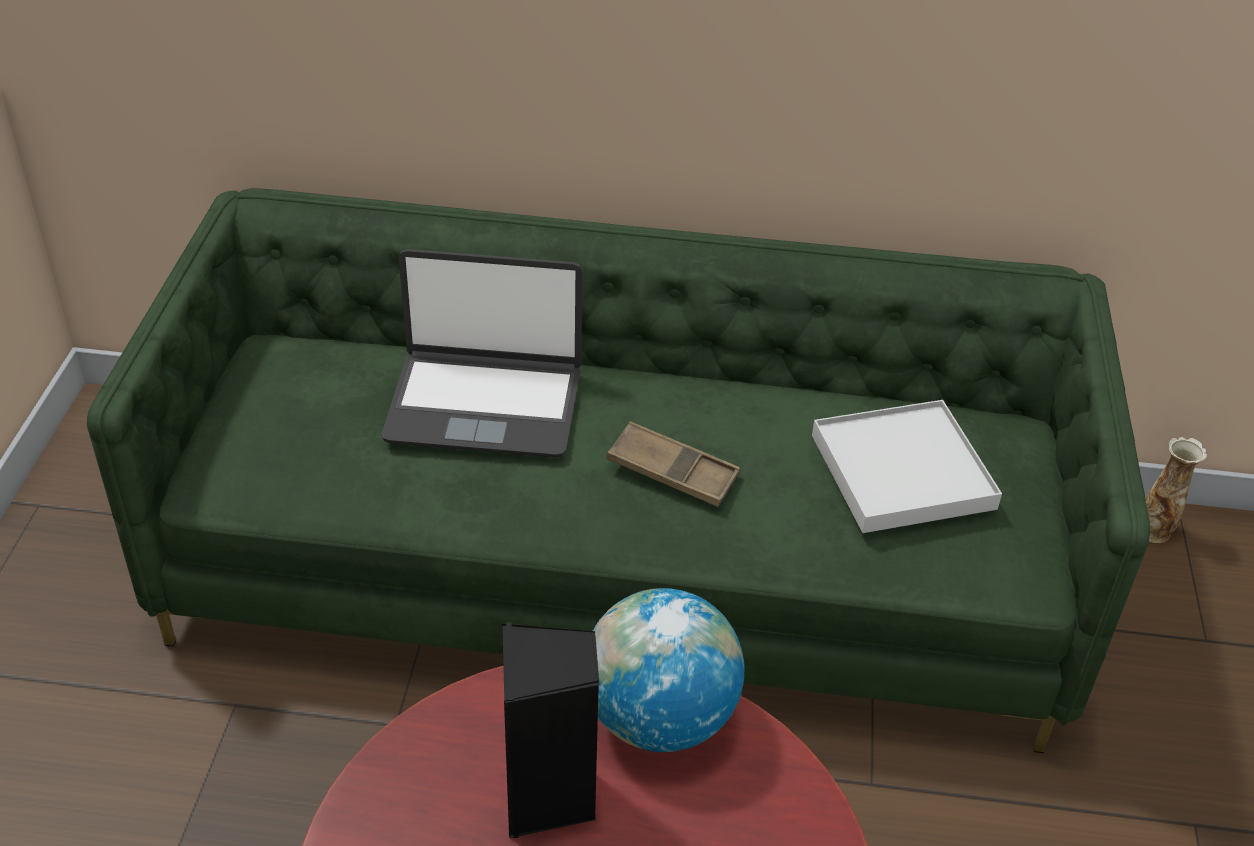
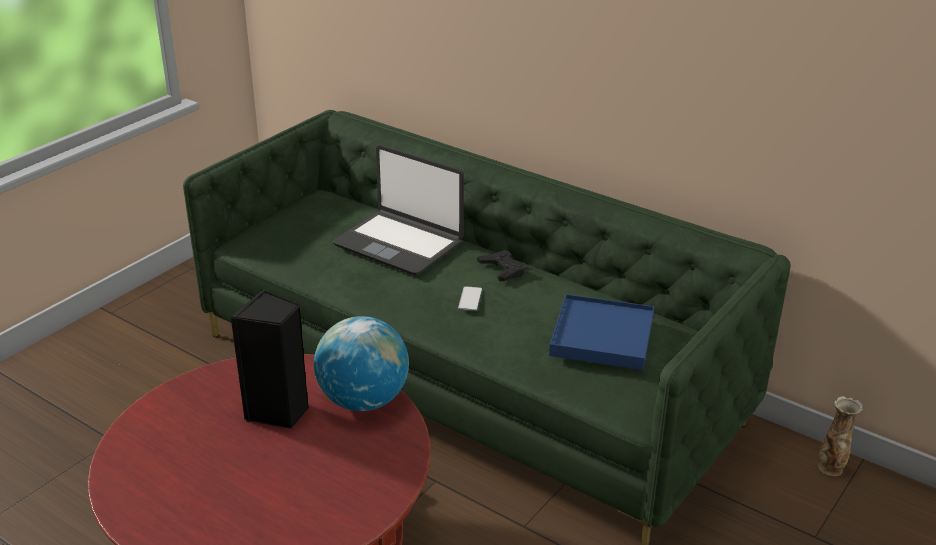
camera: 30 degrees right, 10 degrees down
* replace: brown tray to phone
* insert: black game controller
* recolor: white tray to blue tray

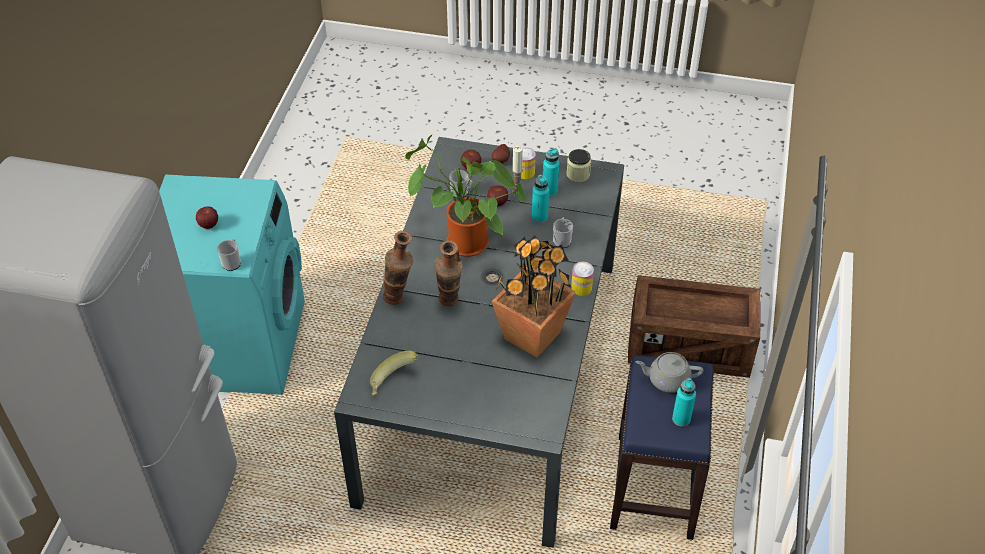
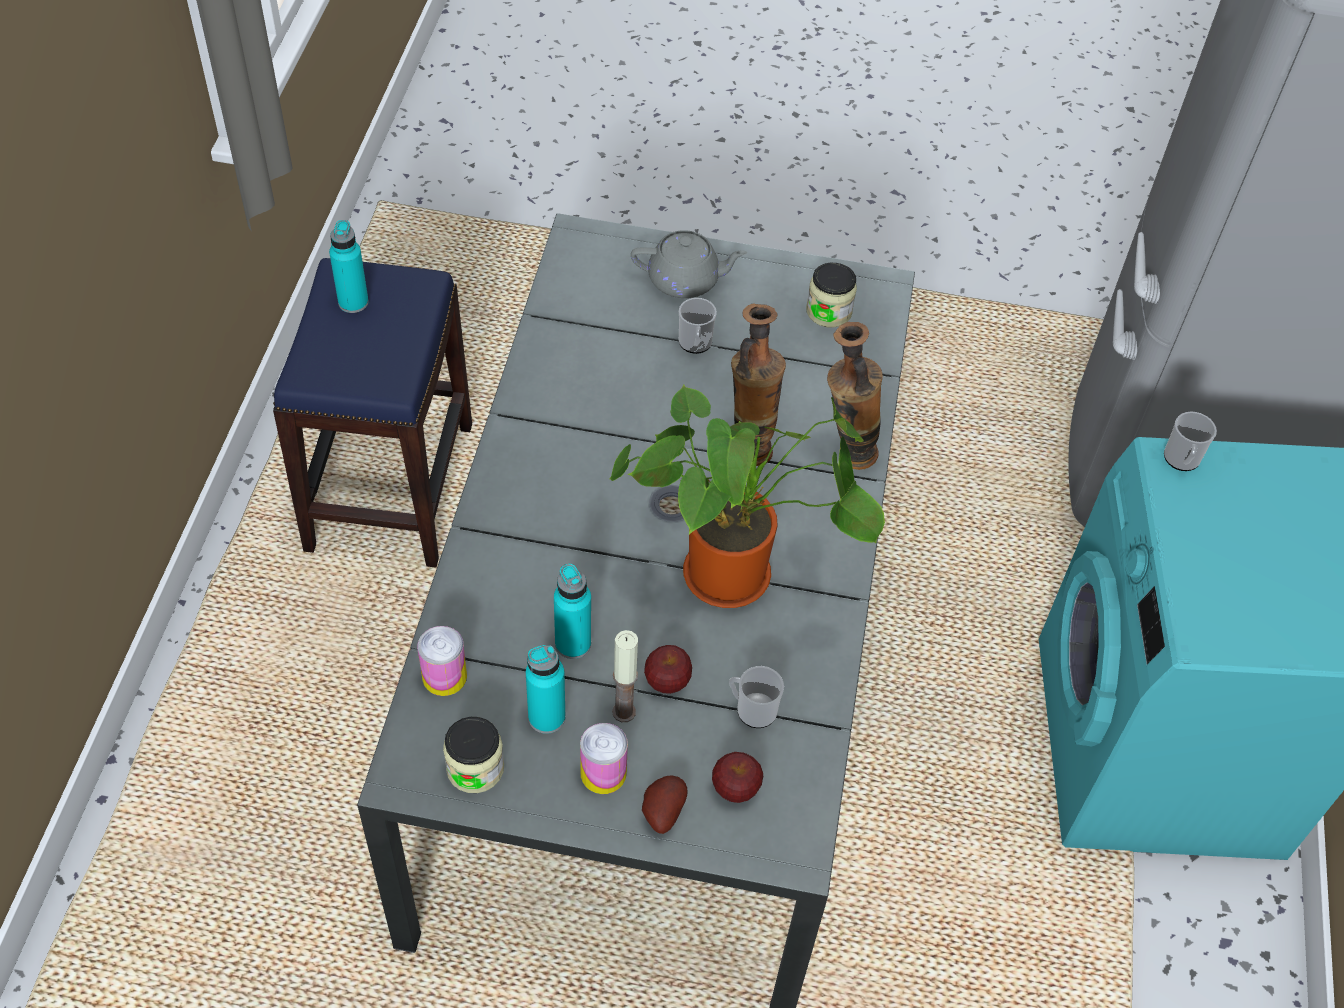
camera: 175 degrees right, 5 degrees up
* move: can (2nd from left in the first image) to can (1st from left)
* move: grey teapot
* move: mug (3rd from left in the first image) to mug (1st from left)
* replace: banana to jar (2nd from left)
* delete: apple (1st from left)
* delete: potted plant (2nd from left)
* delete: crate

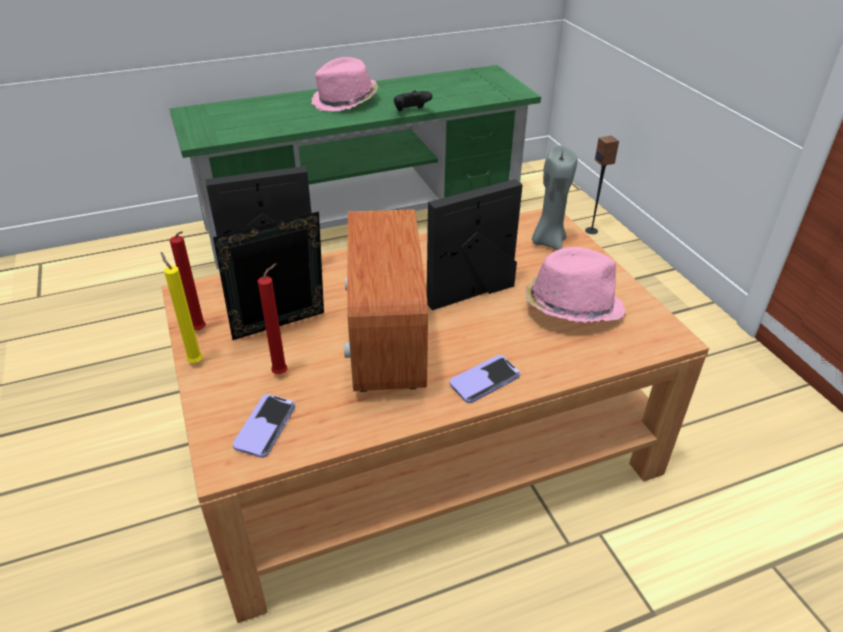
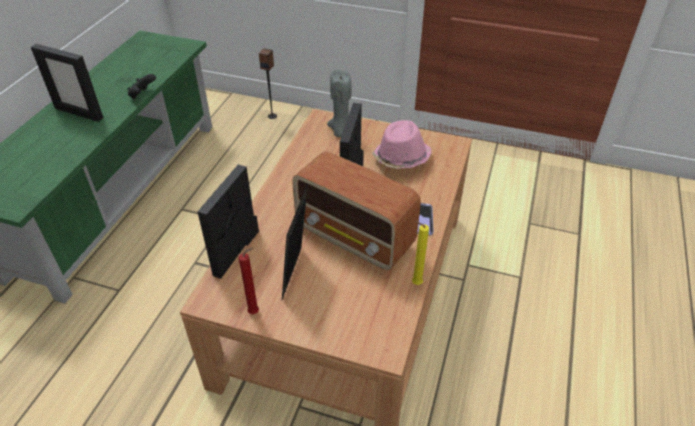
camera: 50 degrees left, 5 degrees up
* replace: pink hat (1st from left) to picture frame (1st from left)
* move: yellow candle
* delete: phone (1st from left)
* delete: red candle (2nd from left)

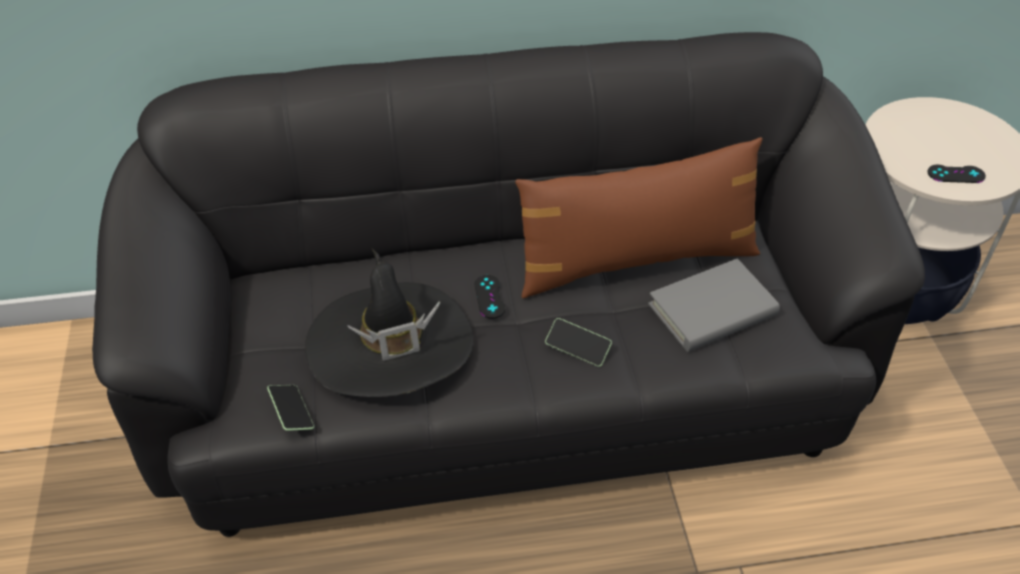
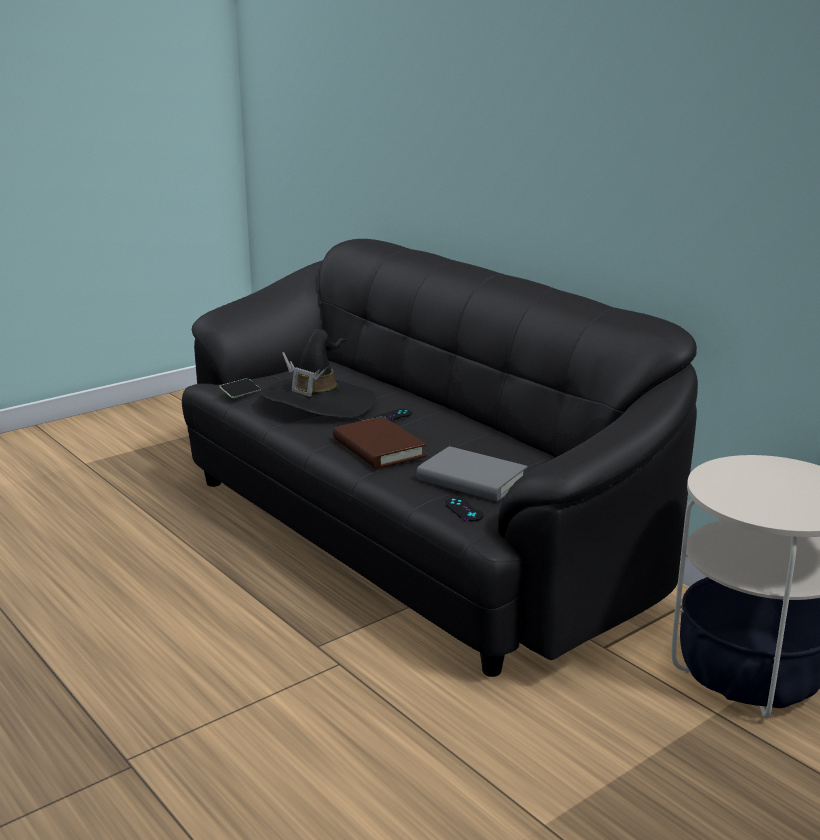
camera: 60 degrees right, 25 degrees down
* replace: phone (2nd from left) to brown book
* move: black game controller (2nd from left)
* delete: brown pillow

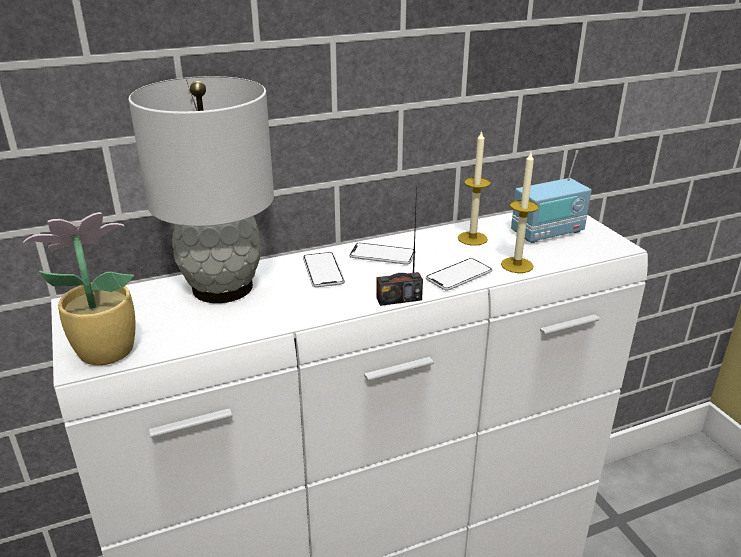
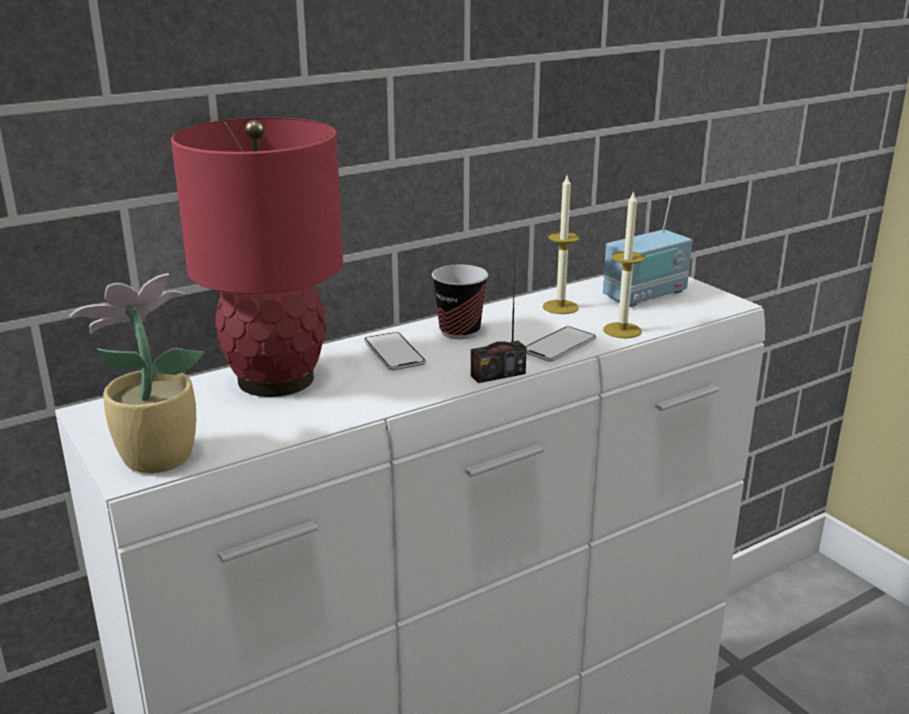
camera: 10 degrees left, 5 degrees down
* recolor: white table lamp to red table lamp
* replace: phone (2nd from left) to cup

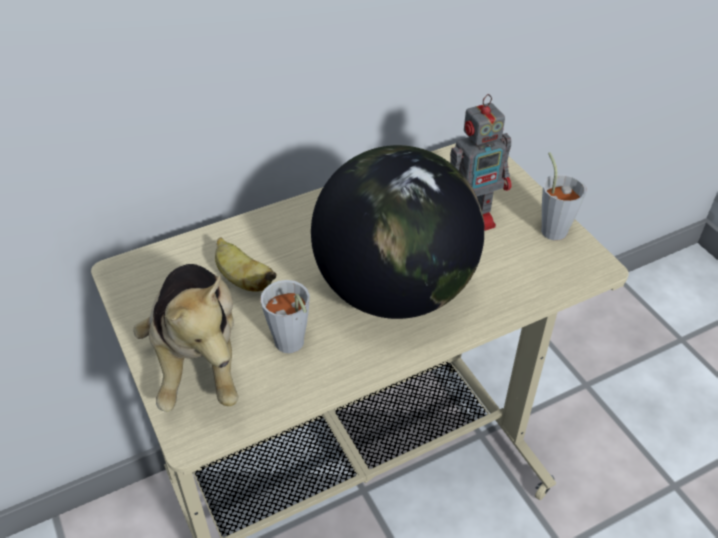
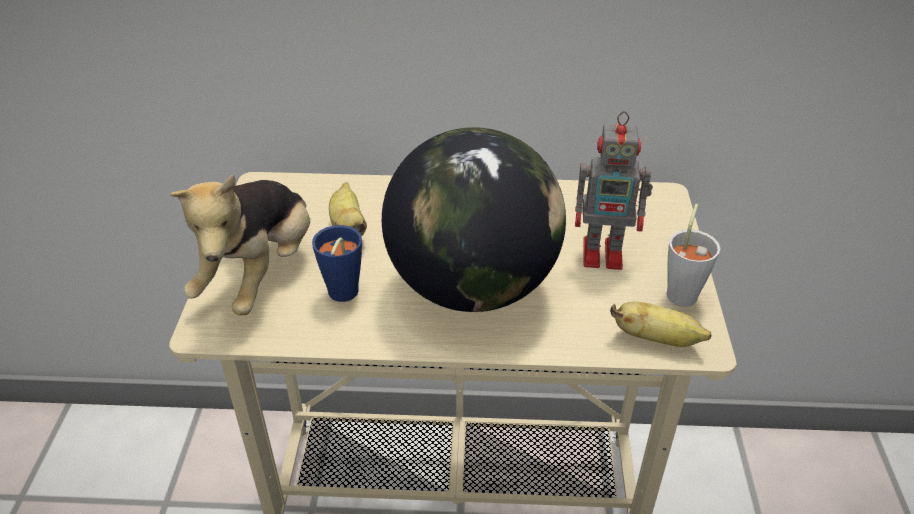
camera: 30 degrees right, 5 degrees down
* recolor: grey cup (1st from left) to blue cup
* insert: banana (2nd from left)

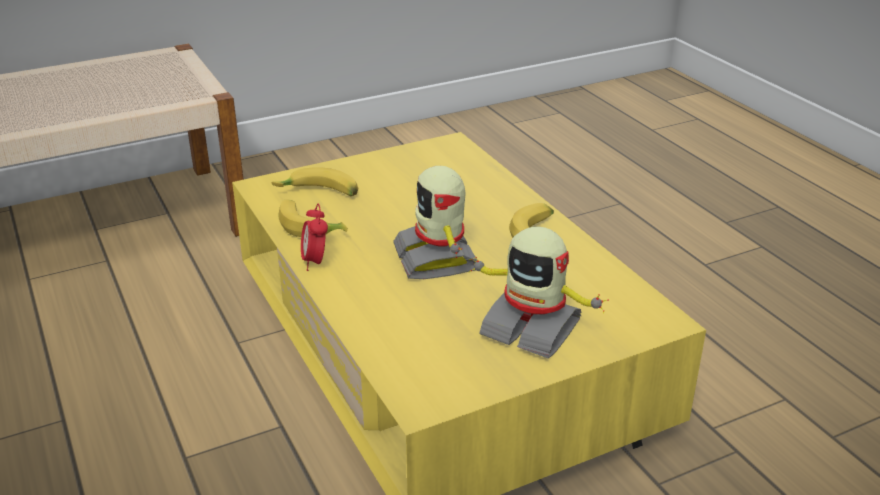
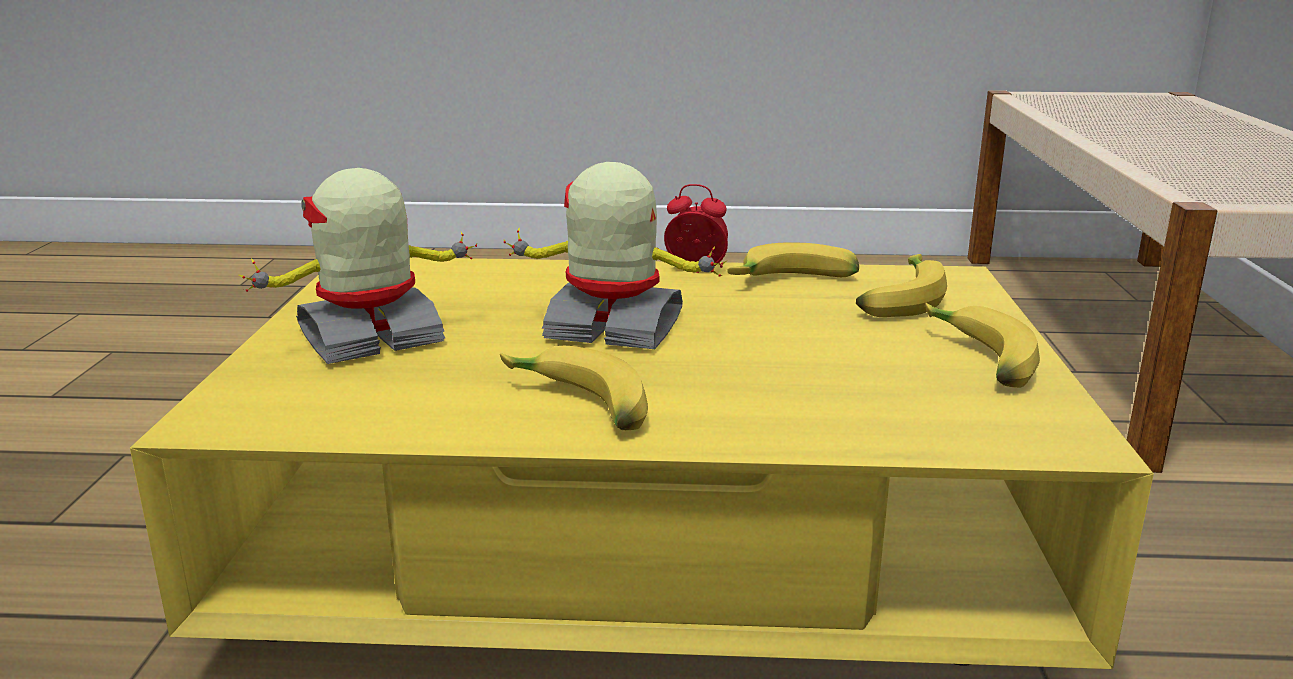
camera: 120 degrees right, 10 degrees down
* insert: banana (4th from left)

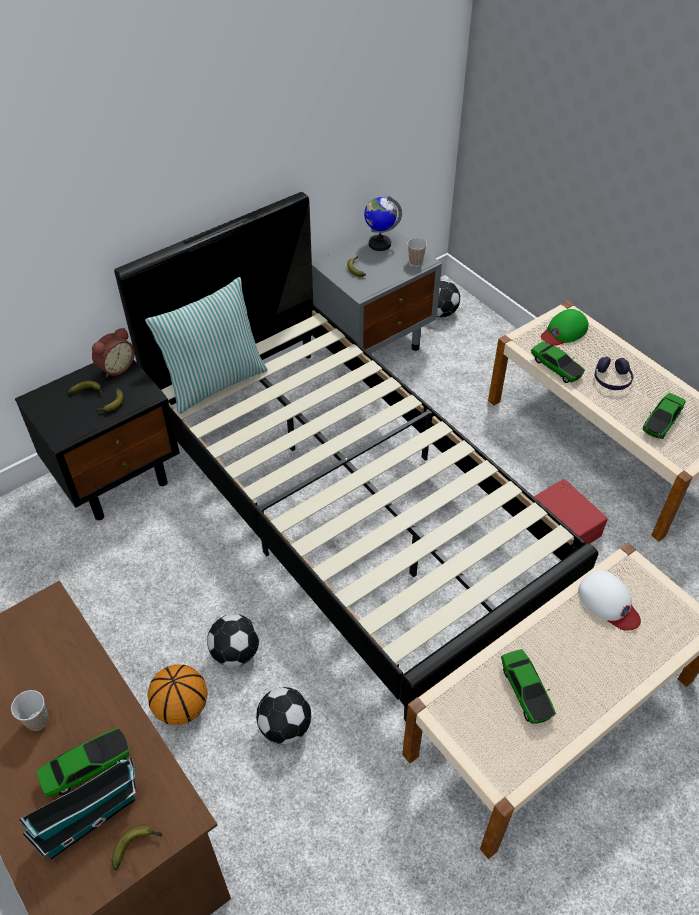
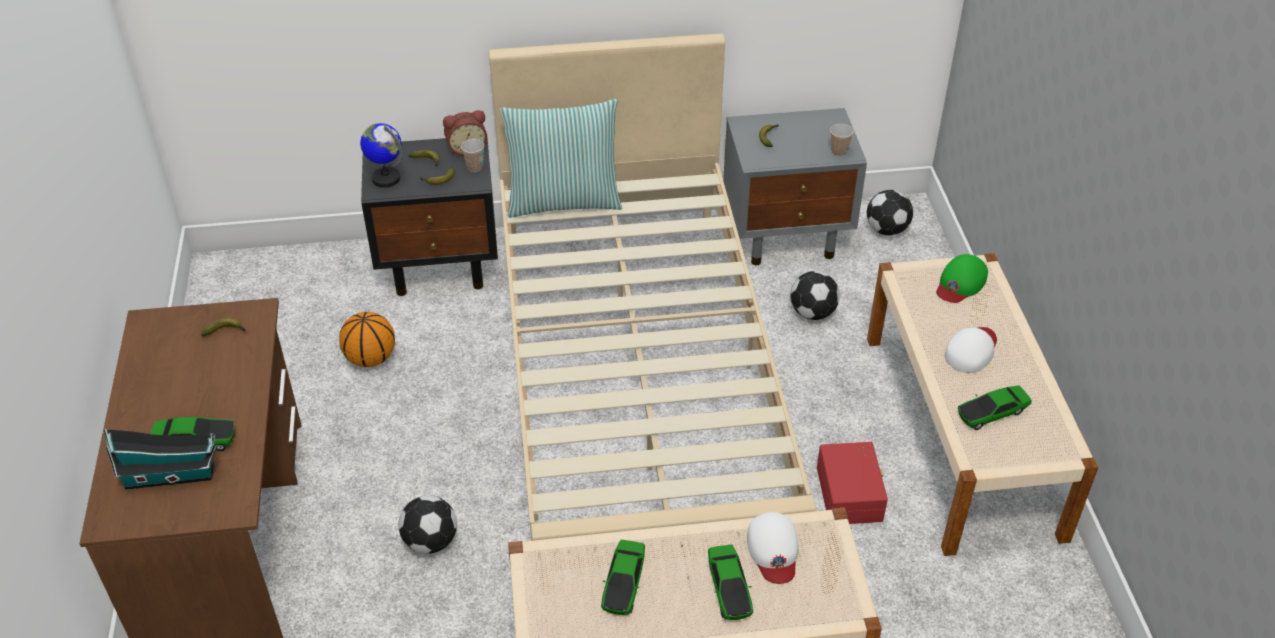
camera: 30 degrees right, 5 degrees down
* move: banana (3rd from left in the first image) to banana (1st from left)
* move: basketball
* move: globe
* move: cup (1st from left)
* recolor: black bed to beige bed
* move: toy car (3rd from left)
* move: football (1st from left in the first image) to football (2nd from left)
* rotate: green cap 45 degrees counterclockwise
* replace: purple headphones to white cap (2nd from left)

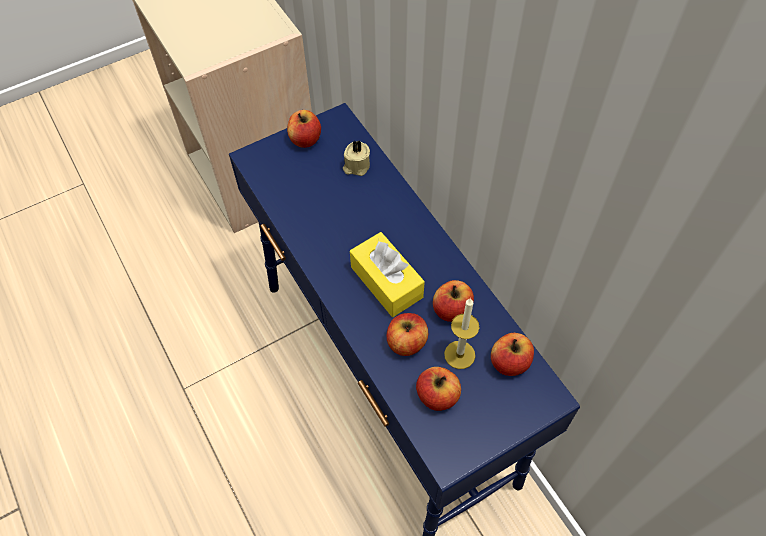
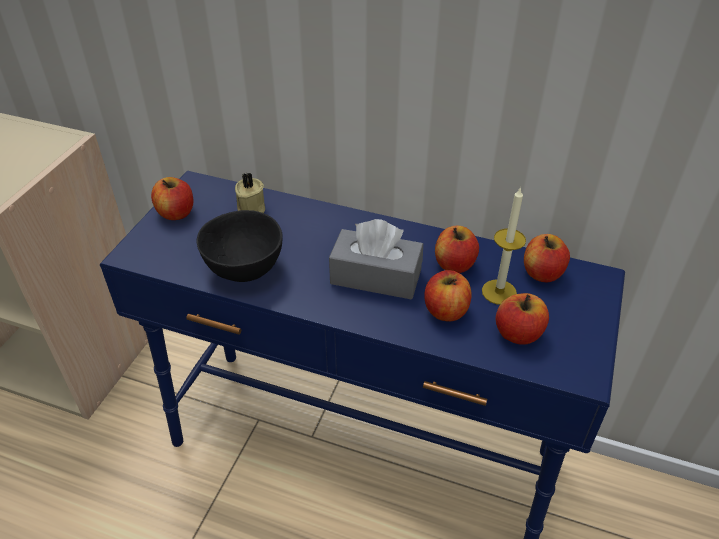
camera: 40 degrees left, 15 degrees down
* insert: black bowl
* recolor: yellow tissue box to grey tissue box

